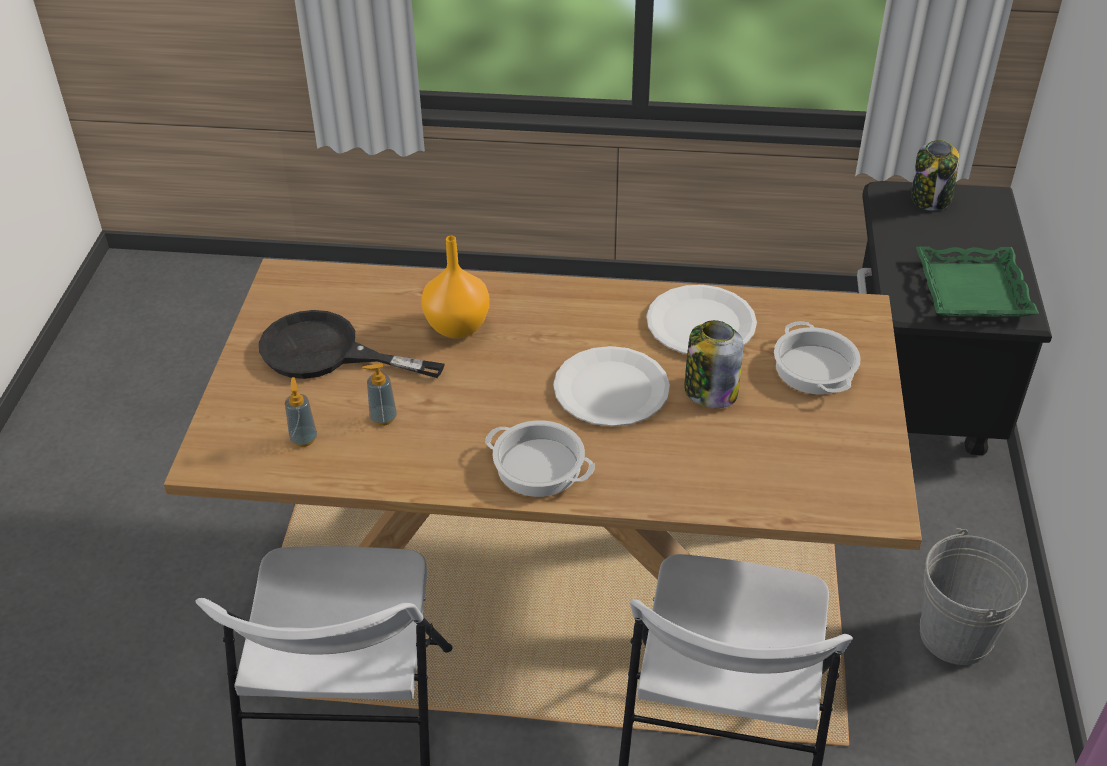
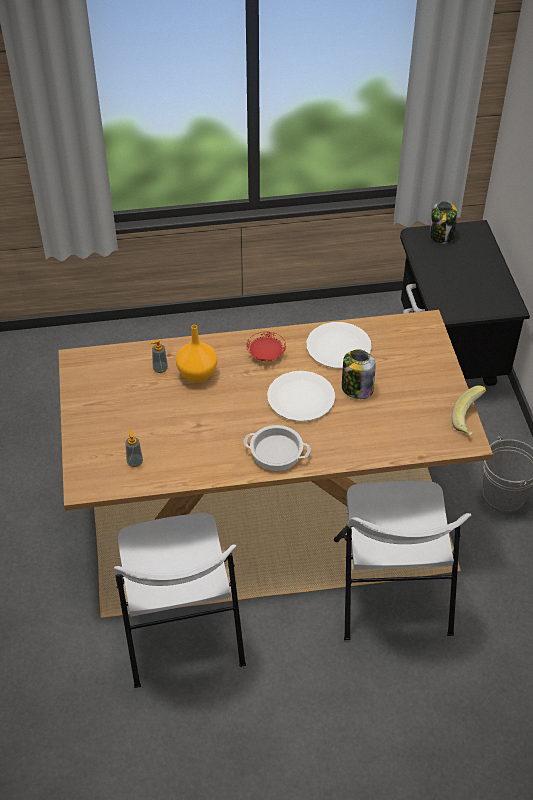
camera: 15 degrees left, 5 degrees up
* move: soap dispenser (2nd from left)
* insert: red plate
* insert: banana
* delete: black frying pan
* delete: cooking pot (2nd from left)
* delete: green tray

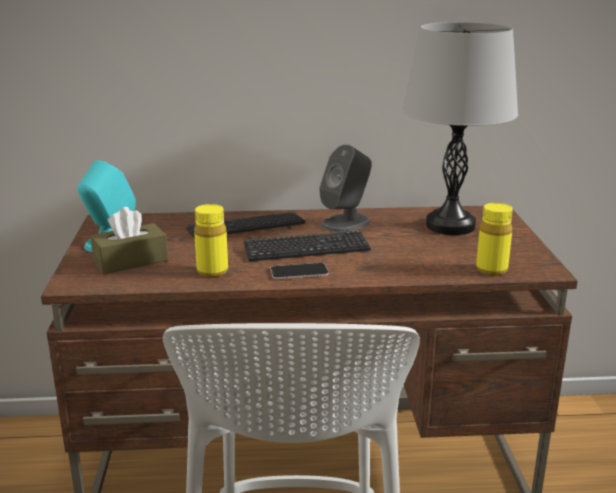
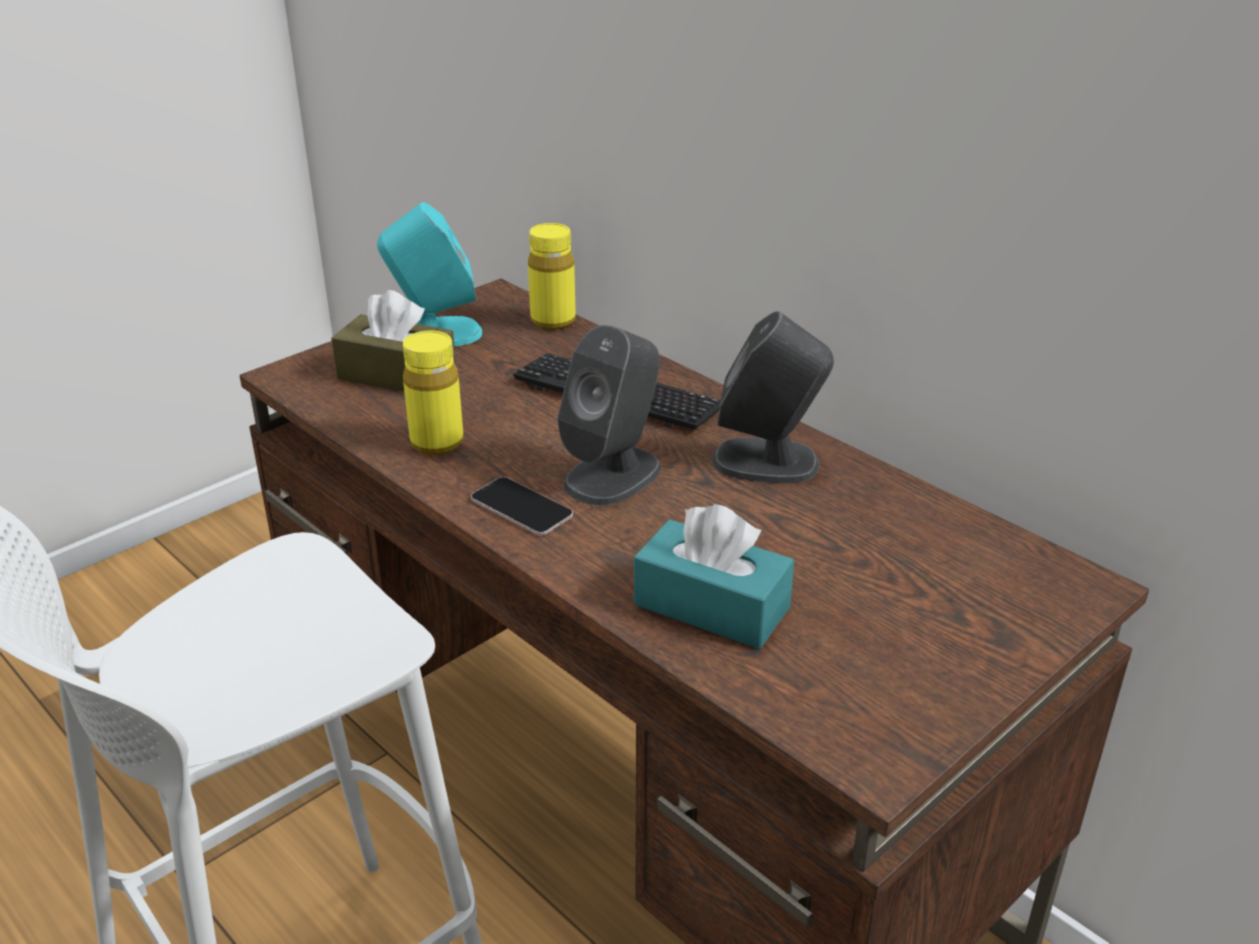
camera: 50 degrees right, 10 degrees up
* move: yellow bottle (2nd from left)
* replace: keyboard (2nd from left) to grey speaker (1st from left)
* insert: turquoise tissue box
* delete: grey table lamp

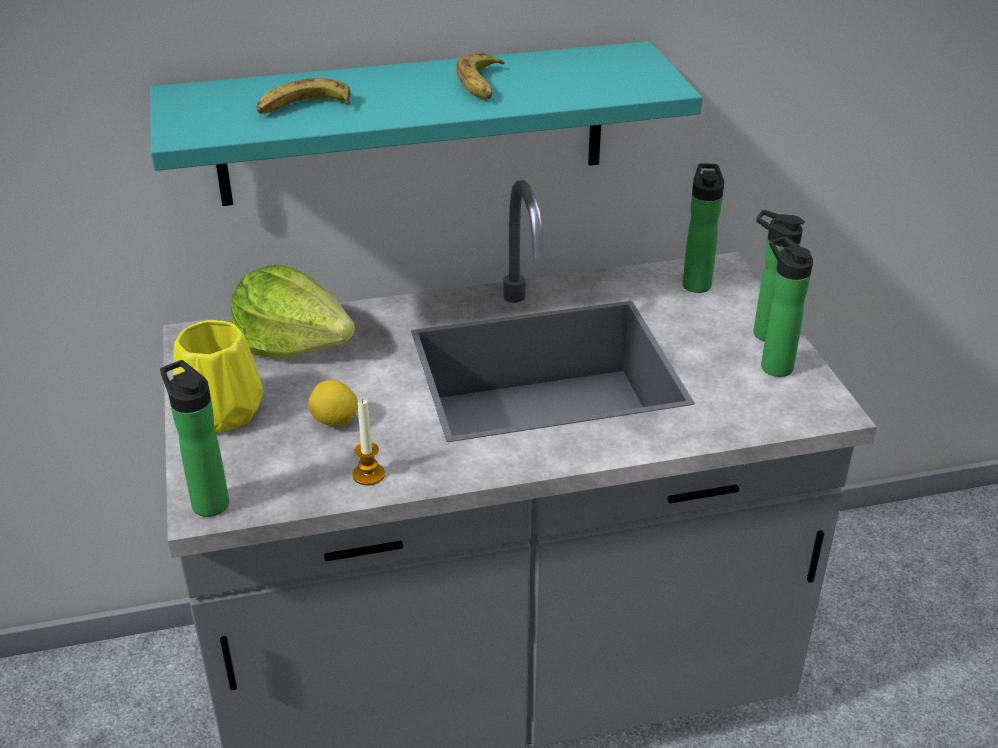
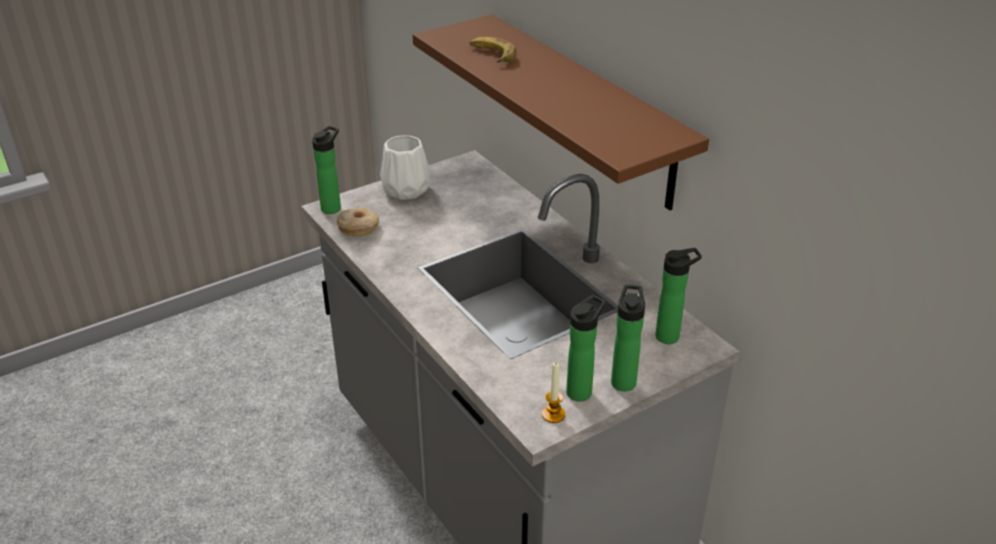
camera: 70 degrees right, 0 degrees up
* insert: donut
* recolor: yellow vase to white vase
* recolor: turquoise shelf to brown shelf
* move: candle
* delete: lettuce
* delete: lemon
* delete: banana (2nd from left)

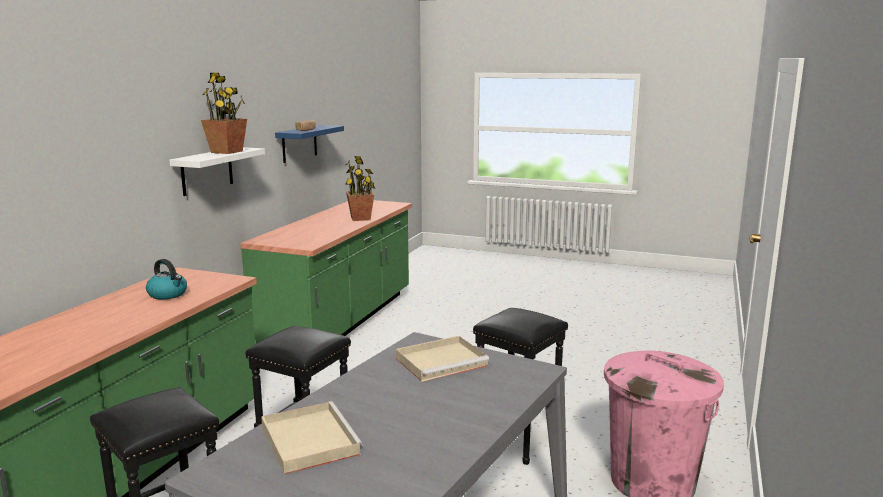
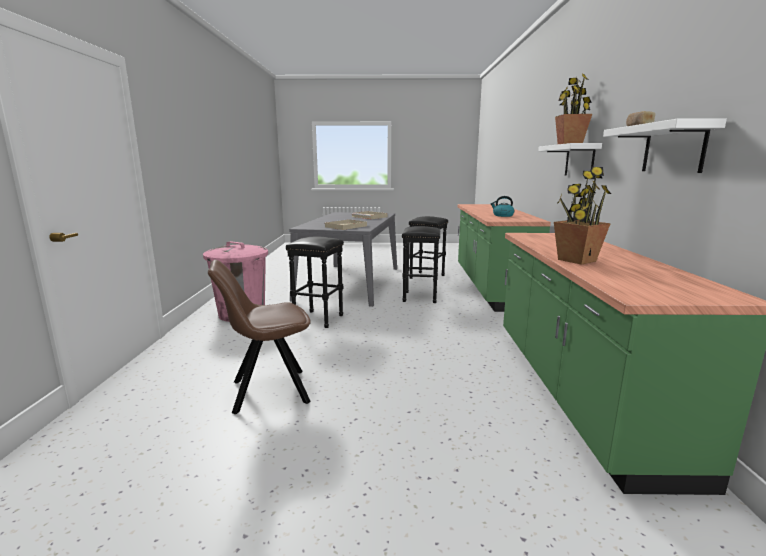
camera: 160 degrees right, 0 degrees up
* insert: brown chair
* recolor: blue shelf to white shelf (2nd from left)

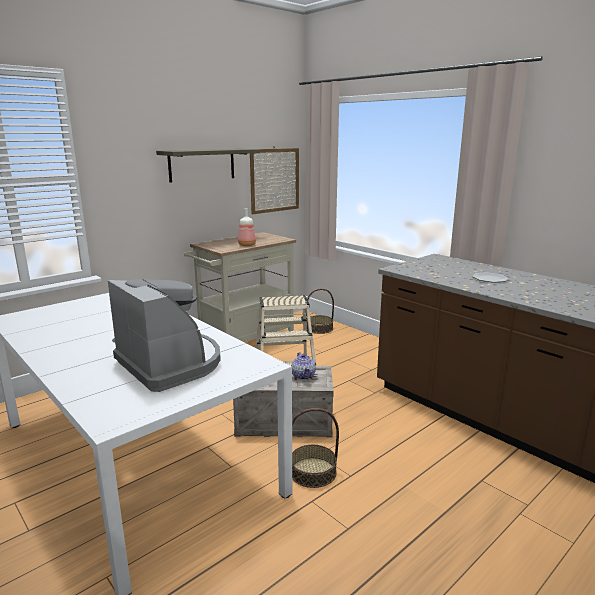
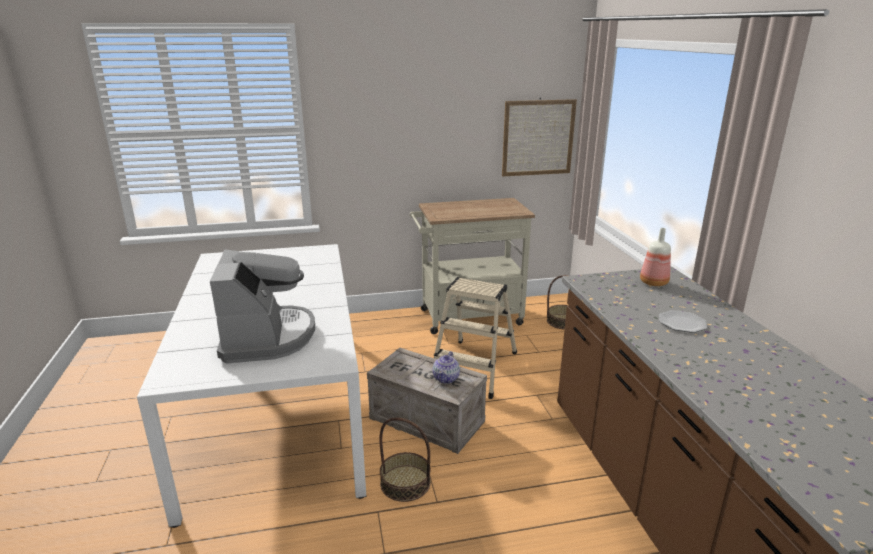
camera: 30 degrees right, 5 degrees up
* move: bottle
* delete: shelf

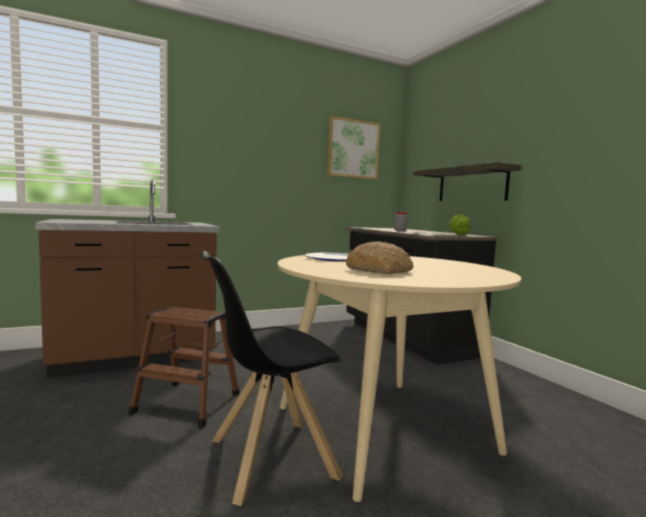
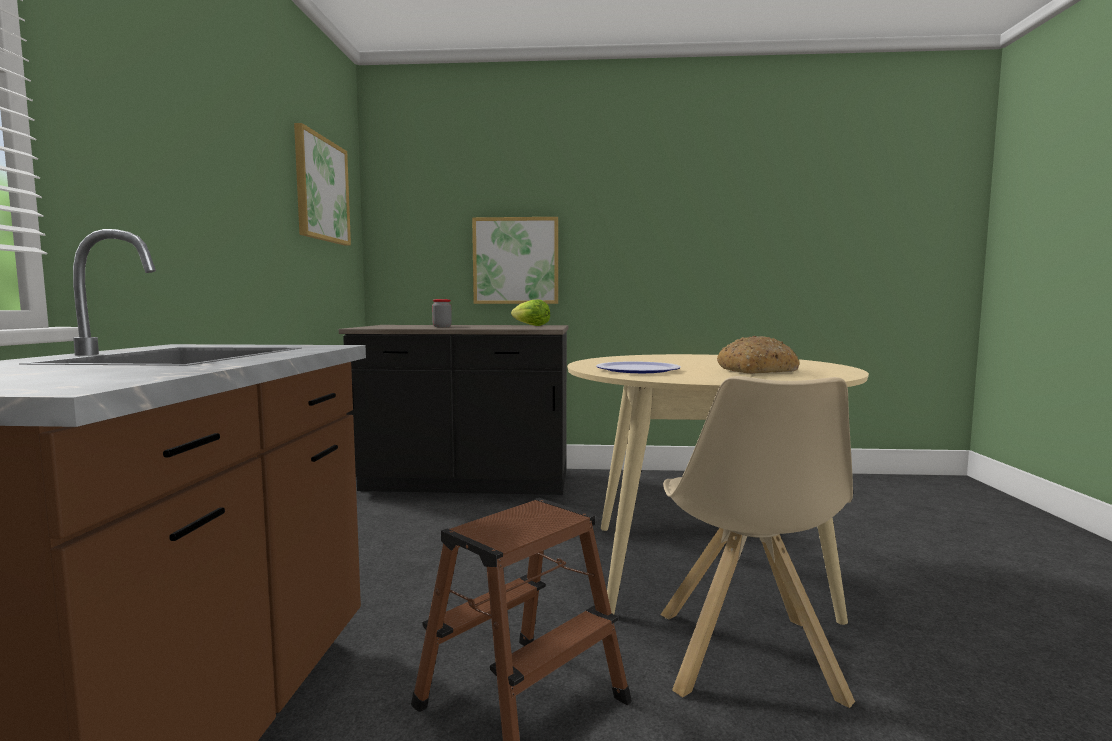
camera: 60 degrees left, 0 degrees up
* replace: shelf to picture (2nd from left)
* recolor: black chair to beige chair

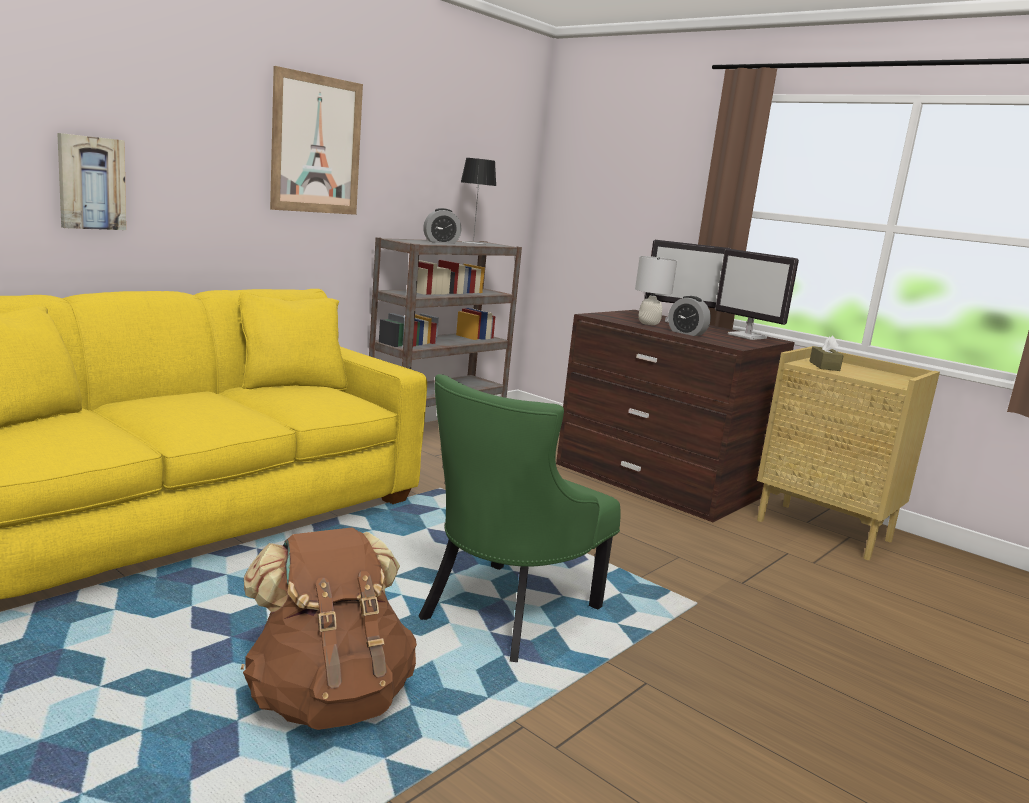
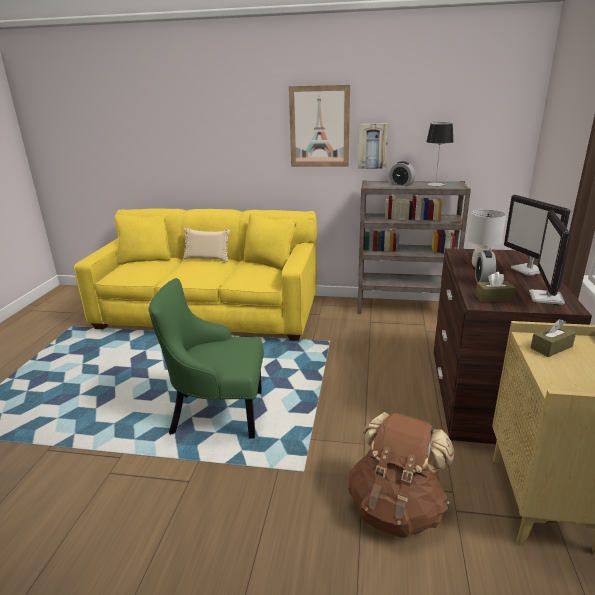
camera: 60 degrees right, 10 degrees up
* insert: beige pillow
* move: brown backpack
* move: picture (1st from left in the first image) to picture (2nd from left)
* insert: brown tissue box (1st from left)

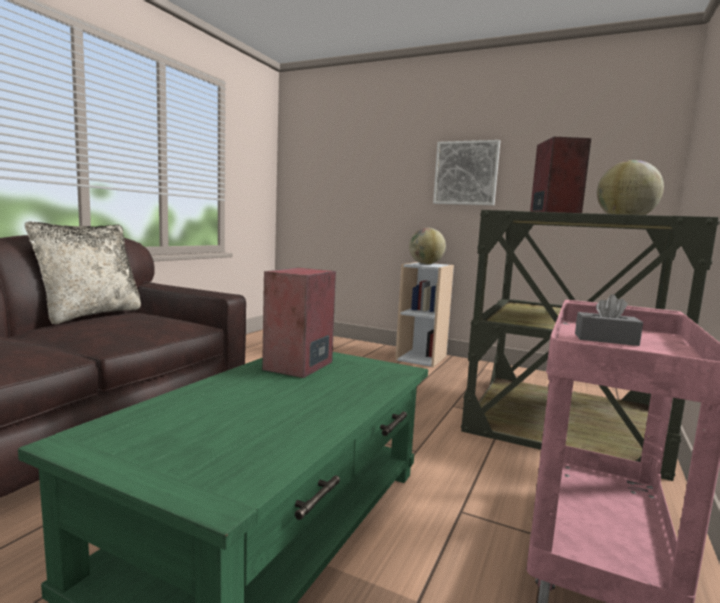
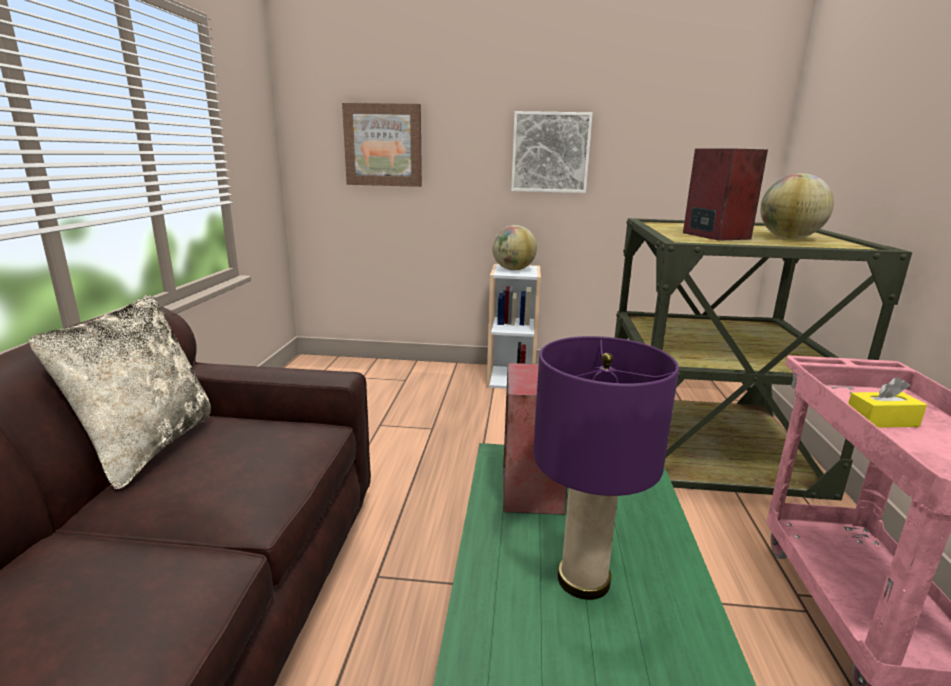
camera: 20 degrees left, 10 degrees up
* insert: picture (1st from left)
* insert: purple table lamp
* recolor: grey tissue box to yellow tissue box

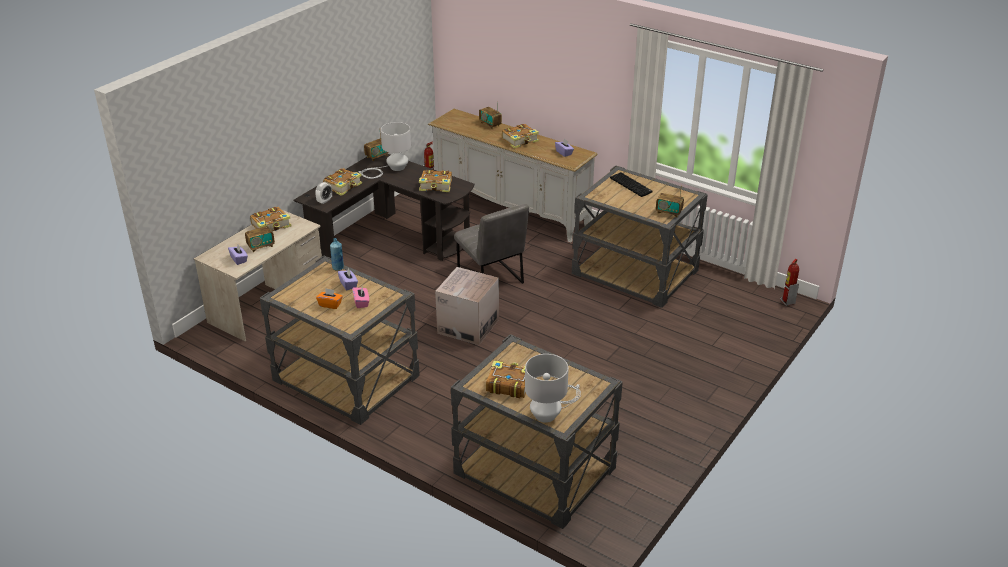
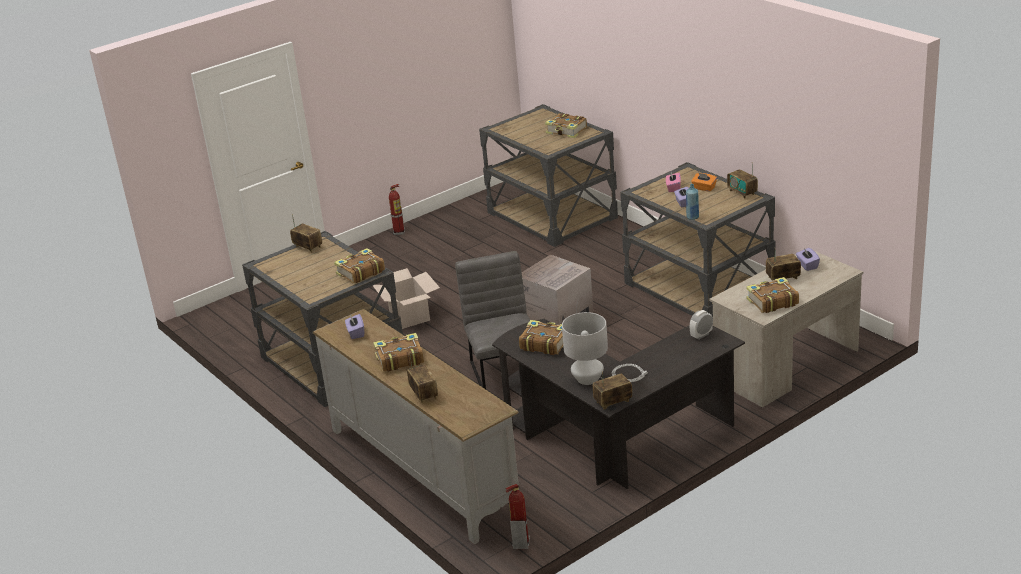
camera: 160 degrees left, 5 degrees down
* move: book (2nd from left in the first image) to book (1st from left)
* insert: cardboard box (1st from left)
* move: fire extinguisher (2nd from left in the first image) to fire extinguisher (1st from left)
* insert: radio (4th from left)
* delete: white table lamp (2nd from left)
* delete: keyboard

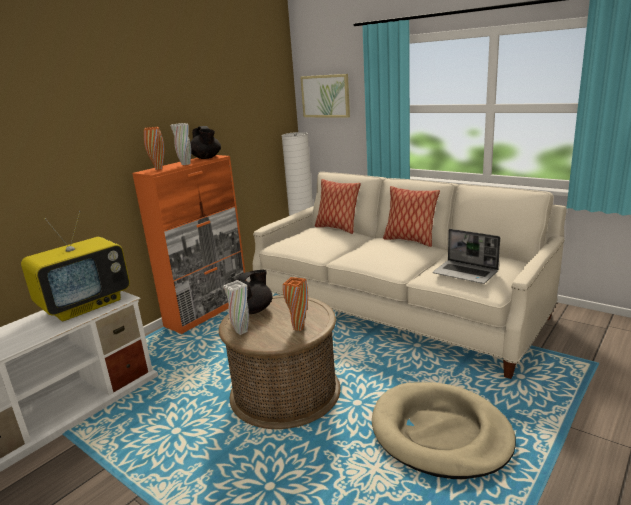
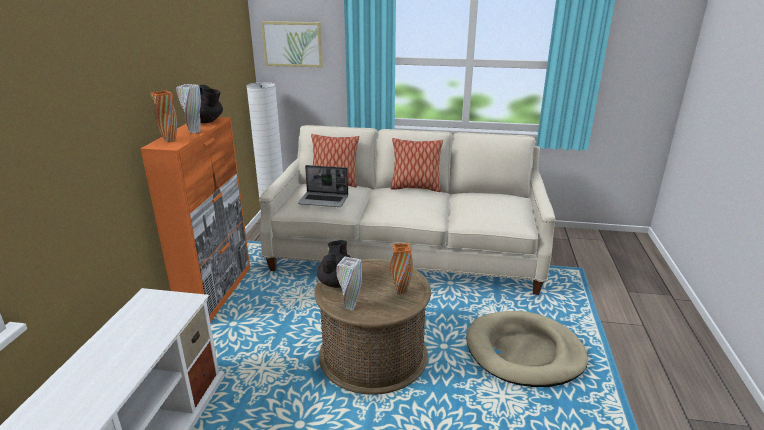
camera: 30 degrees left, 5 degrees up
* move: laptop
* delete: television

